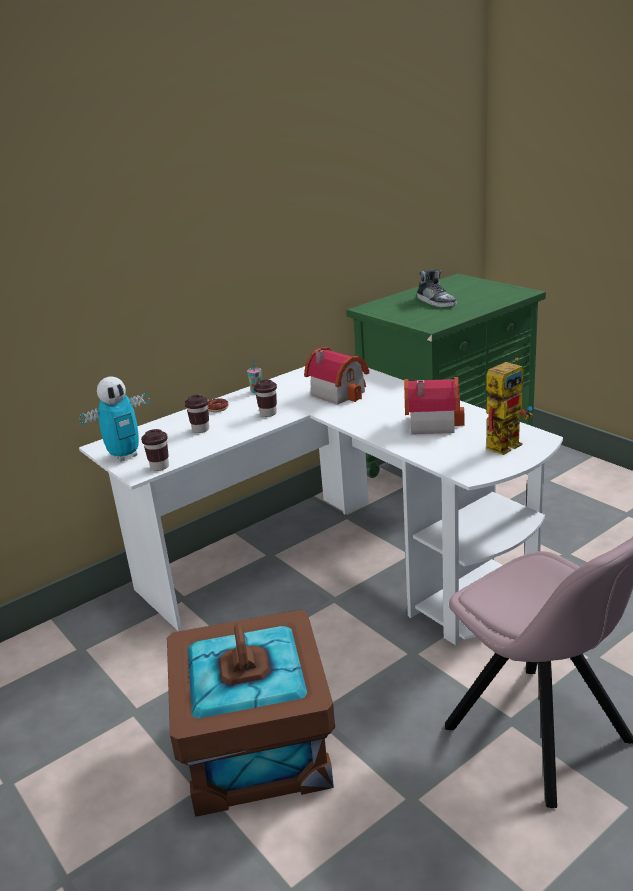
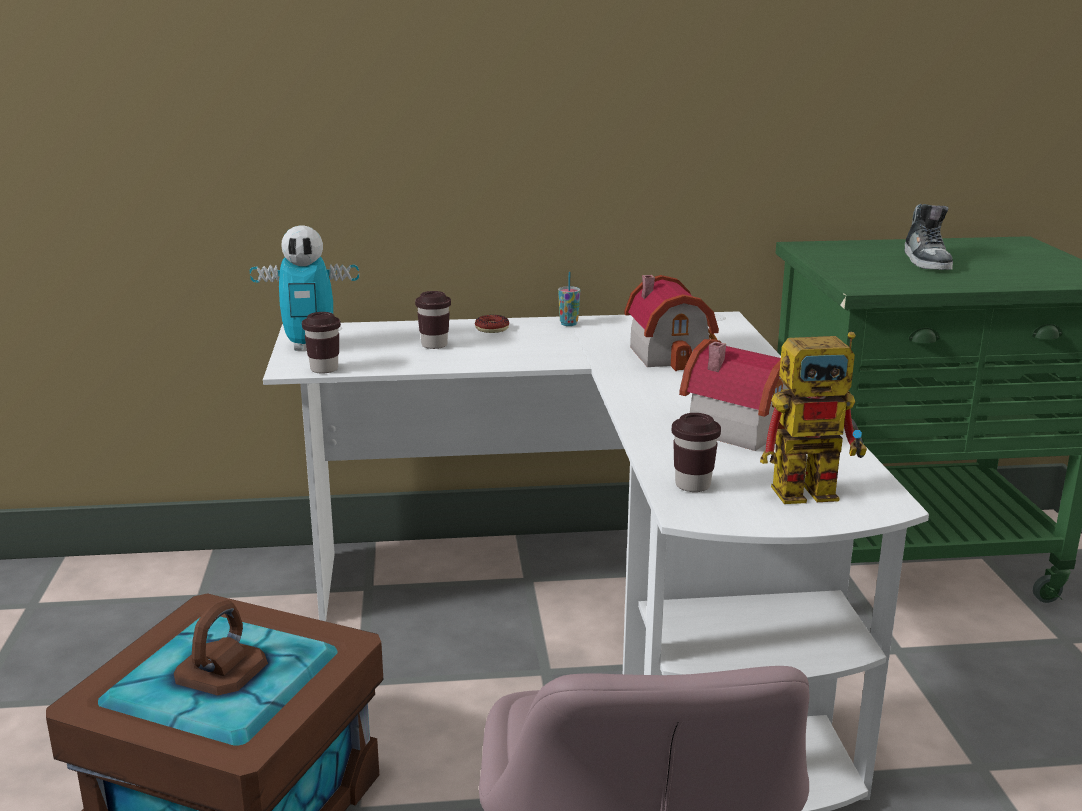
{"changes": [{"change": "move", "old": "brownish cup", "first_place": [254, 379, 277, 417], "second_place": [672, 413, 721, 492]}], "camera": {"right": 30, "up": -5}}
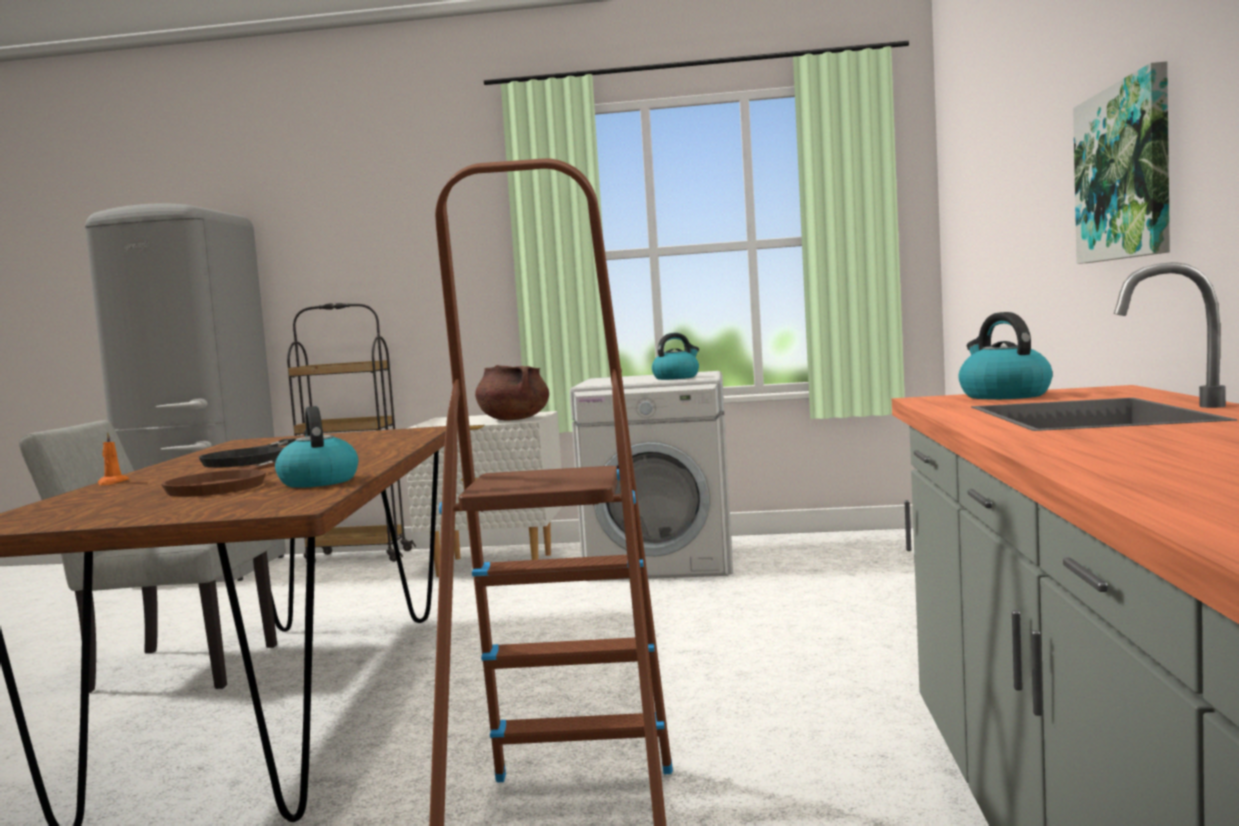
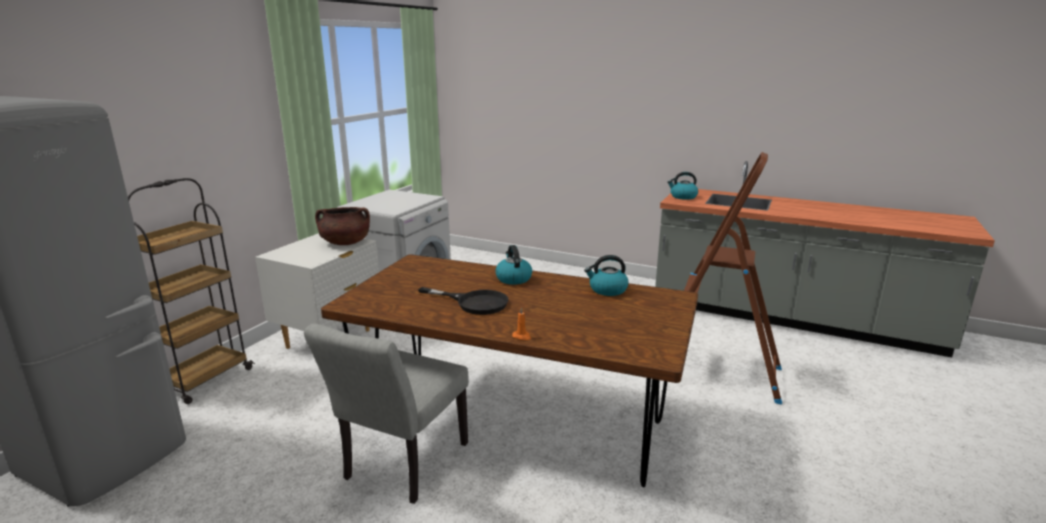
{"changes": [{"change": "delete", "old": "wall picture", "first_place": [1073, 61, 1170, 264]}, {"change": "move", "old": "tea kettle", "first_place": [652, 333, 699, 380], "second_place": [495, 245, 532, 285]}, {"change": "delete", "old": "brownish skillet", "first_place": [161, 459, 276, 497]}], "camera": {"right": -70, "up": 15}}
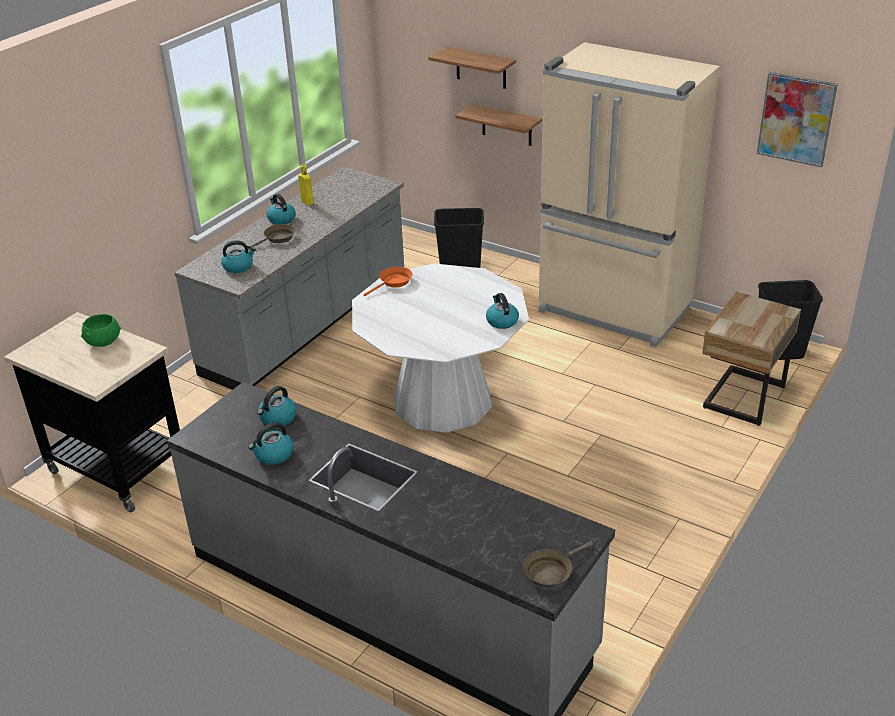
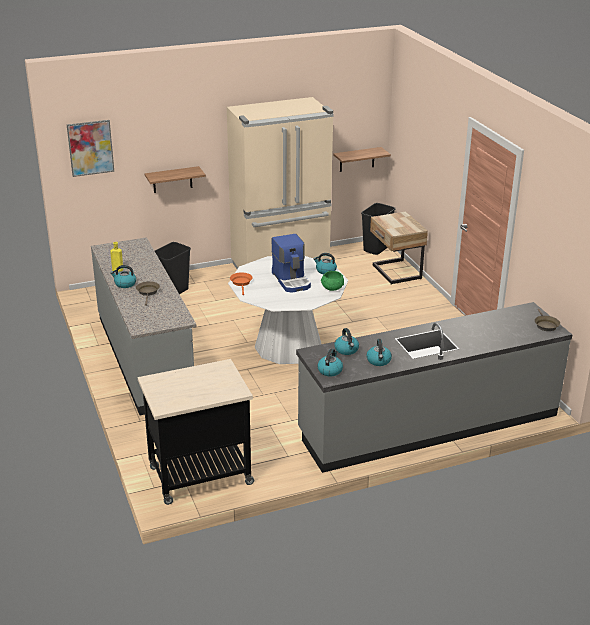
{"changes": [{"change": "move", "old": "wall shelf", "first_place": [428, 47, 516, 89], "second_place": [333, 147, 391, 172]}, {"change": "move", "old": "wall picture", "first_place": [757, 72, 838, 167], "second_place": [67, 120, 114, 177]}, {"change": "move", "old": "tea kettle", "first_place": [221, 240, 256, 273], "second_place": [317, 349, 343, 377]}, {"change": "move", "old": "greenish serving bowl", "first_place": [81, 314, 121, 347], "second_place": [321, 271, 344, 291]}, {"change": "insert", "new": "coffee brewer", "second_place": [271, 234, 311, 293]}], "camera": {"right": -55, "up": -5}}
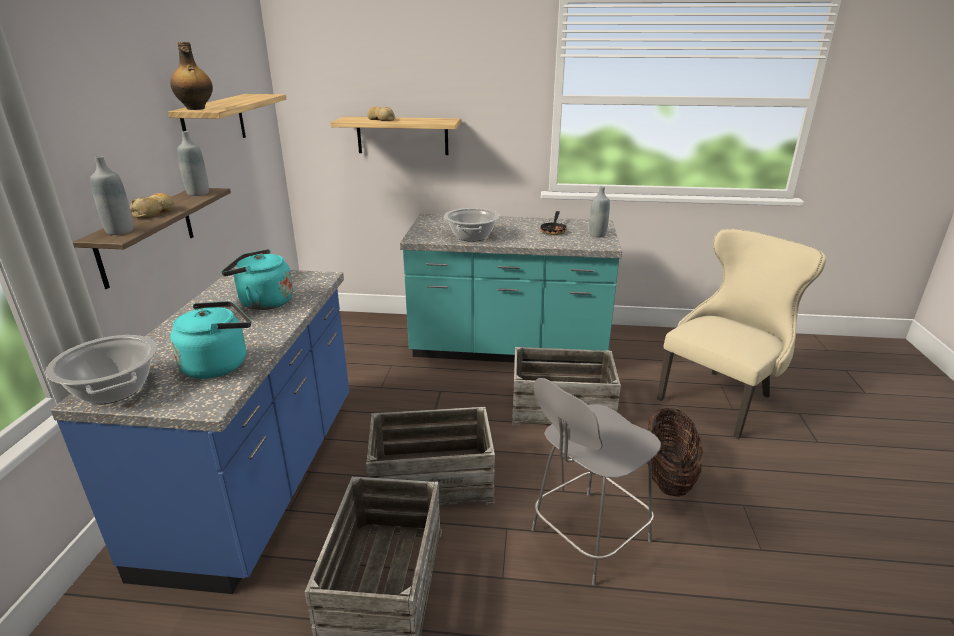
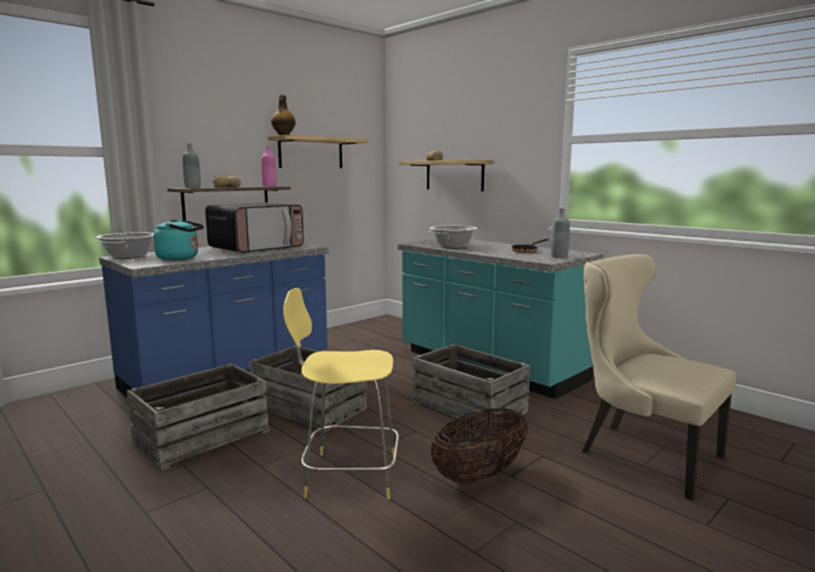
{"changes": [{"change": "recolor", "old": "gray bottle", "new": "pink-coloured bottle", "first_place": [177, 131, 209, 196], "second_place": [261, 146, 277, 187]}, {"change": "rotate", "old": "beige-coloured chair", "first_place": [657, 229, 826, 439], "second_place": [582, 254, 736, 501], "degrees": -135}, {"change": "replace", "old": "turquoise tea kettle", "new": "microwave oven", "first_place": [222, 249, 293, 310], "second_place": [205, 202, 304, 253]}, {"change": "recolor", "old": "gray sitting stool", "new": "yellow sitting stool", "first_place": [532, 378, 661, 586], "second_place": [283, 288, 399, 500]}], "camera": {"right": 40, "up": -15}}
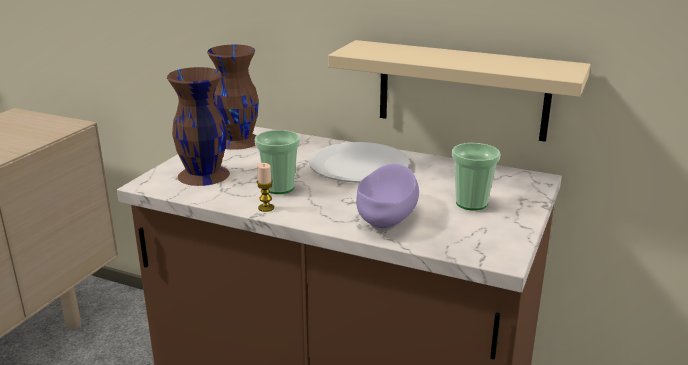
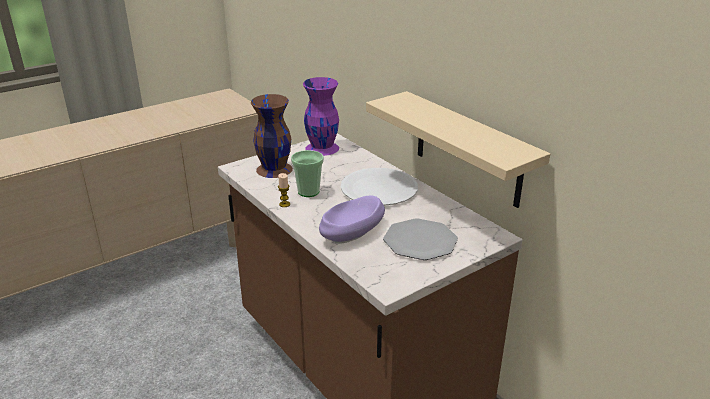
{"changes": [{"change": "recolor", "old": "brownish vase", "new": "purplish vase", "first_place": [207, 45, 259, 150], "second_place": [303, 77, 339, 156]}, {"change": "replace", "old": "cup", "new": "dinner plate", "first_place": [452, 143, 500, 211], "second_place": [383, 218, 458, 260]}], "camera": {"right": 30, "up": 5}}
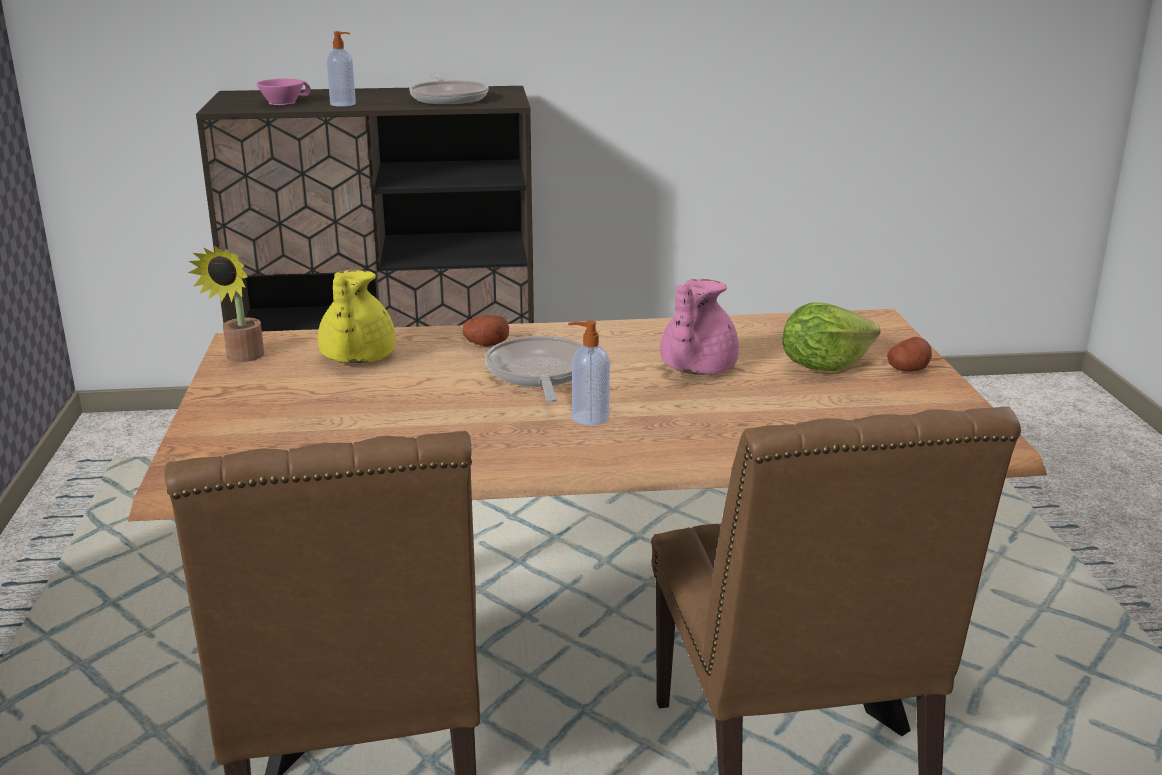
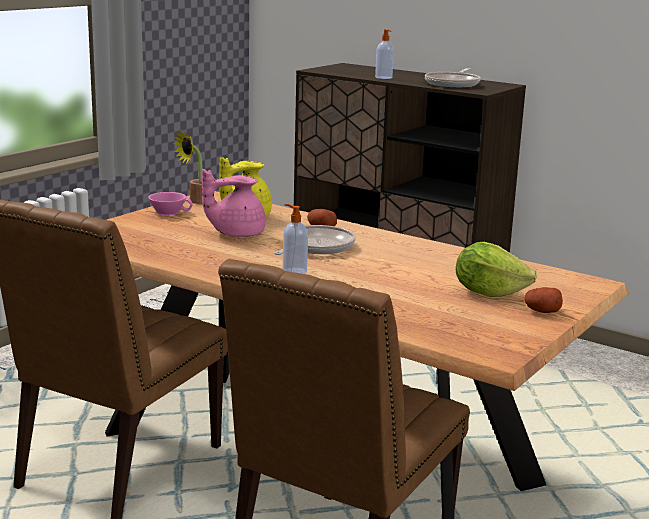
{"changes": [{"change": "move", "old": "pink-coloured cup", "first_place": [257, 79, 311, 105], "second_place": [148, 192, 193, 216]}, {"change": "move", "old": "pink-coloured teapot", "first_place": [660, 279, 739, 375], "second_place": [202, 169, 266, 237]}], "camera": {"right": 40, "up": -5}}
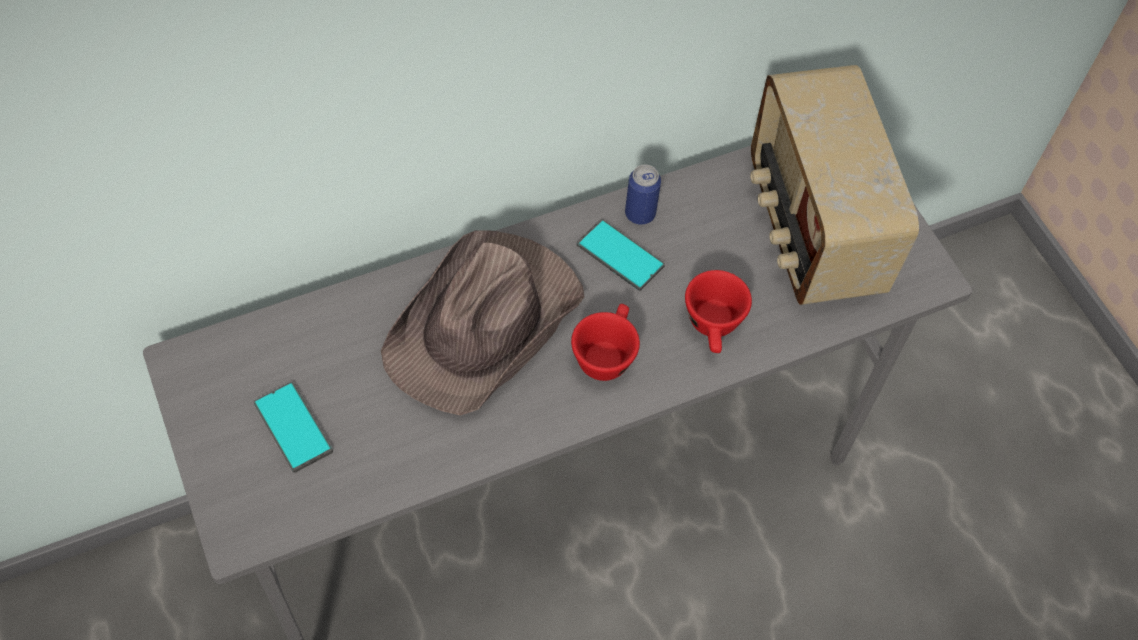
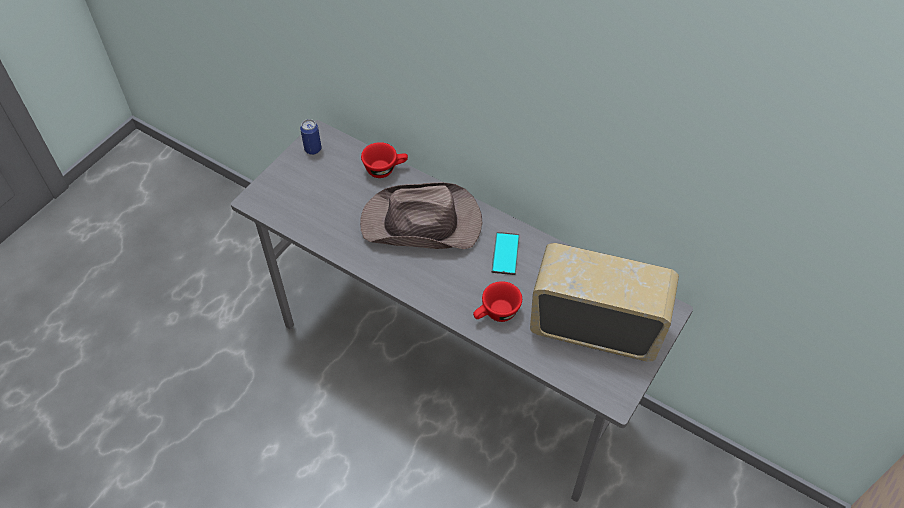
{"changes": [{"change": "rotate", "old": "radio", "first_place": [750, 65, 919, 305], "second_place": [530, 243, 679, 362], "degrees": 60}, {"change": "move", "old": "sealed can", "first_place": [625, 165, 661, 225], "second_place": [300, 119, 321, 155]}, {"change": "move", "old": "reddish cup", "first_place": [571, 304, 640, 381], "second_place": [361, 142, 408, 178]}, {"change": "delete", "old": "telephone", "first_place": [254, 382, 333, 473]}], "camera": {"right": 60, "up": -5}}
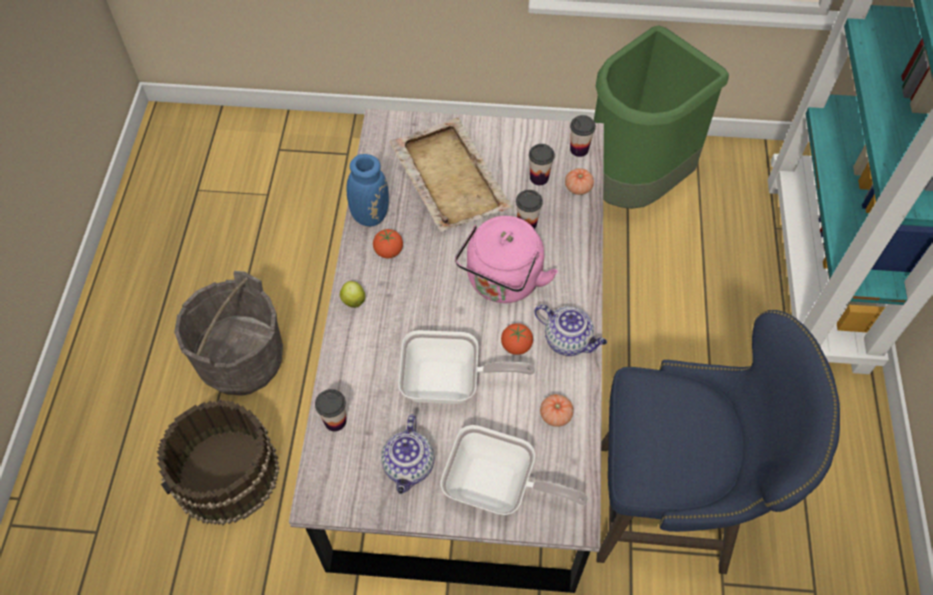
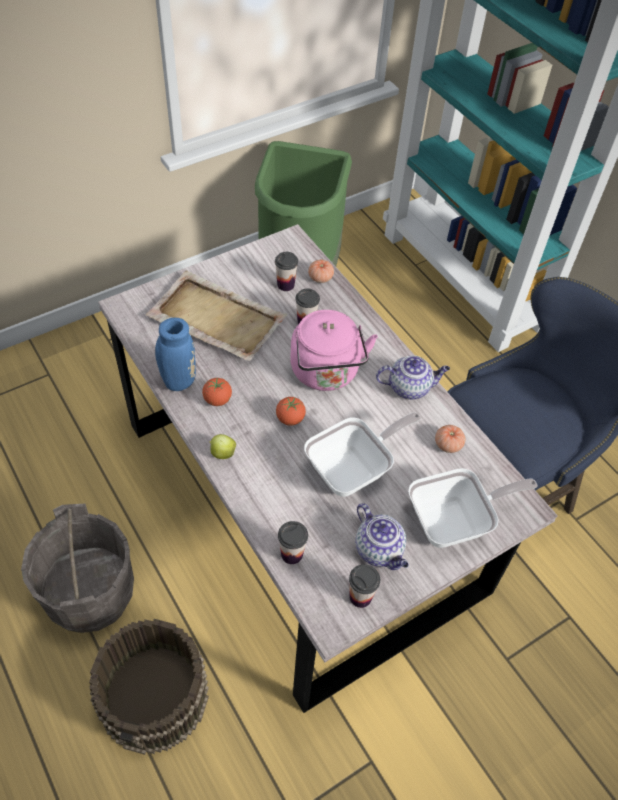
{"changes": [{"change": "move", "old": "cup", "first_place": [570, 115, 596, 157], "second_place": [349, 564, 380, 608]}, {"change": "move", "old": "whole tomato", "first_place": [501, 323, 533, 355], "second_place": [276, 397, 306, 426]}], "camera": {"right": -40, "up": -5}}
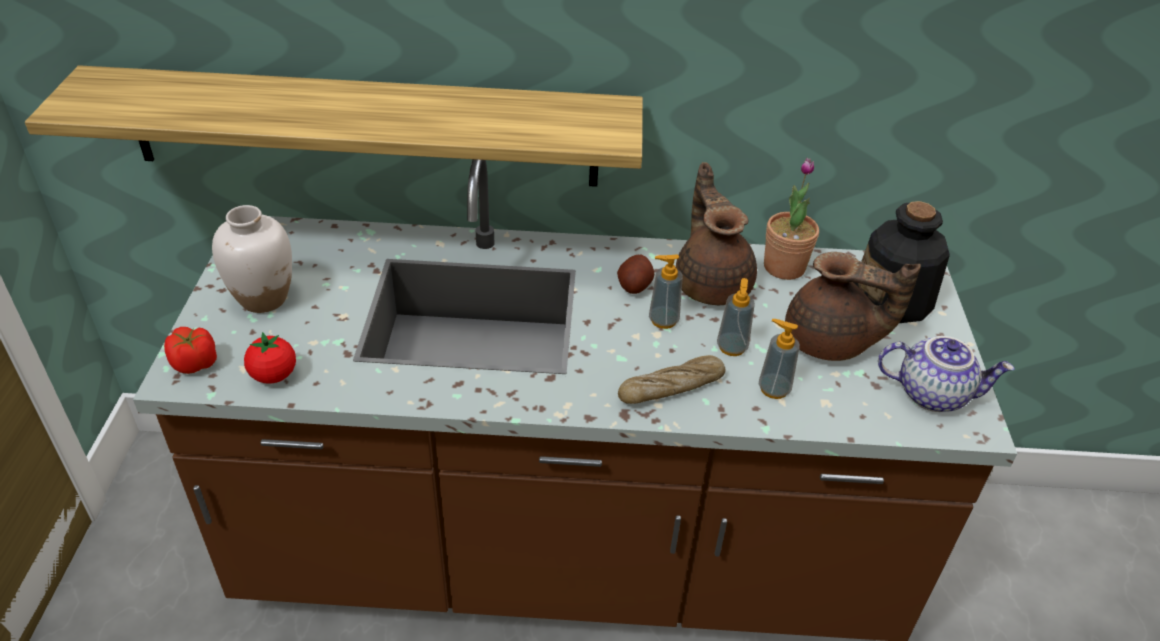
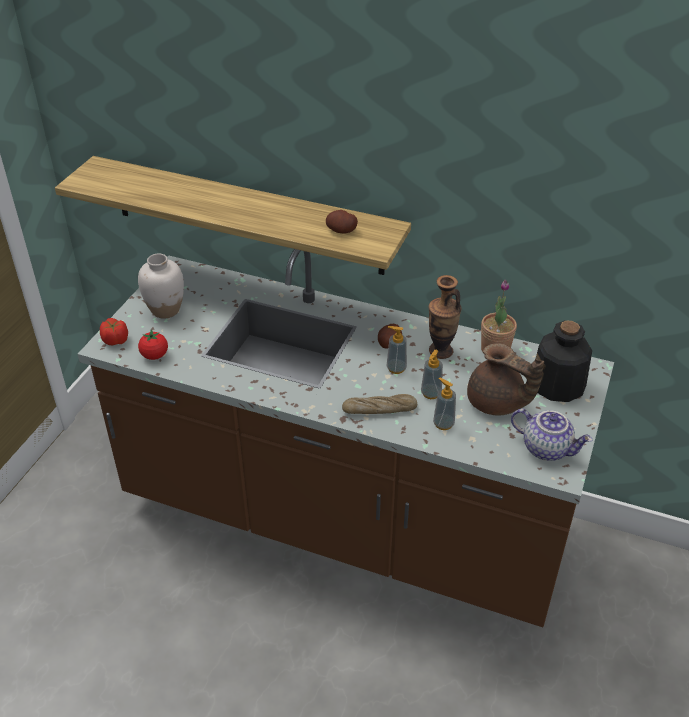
{"changes": [{"change": "replace", "old": "brownish teapot", "new": "vase", "first_place": [676, 162, 757, 305], "second_place": [429, 275, 461, 359]}, {"change": "insert", "new": "potato", "second_place": [326, 210, 358, 233]}], "camera": {"right": 20, "up": 0}}
